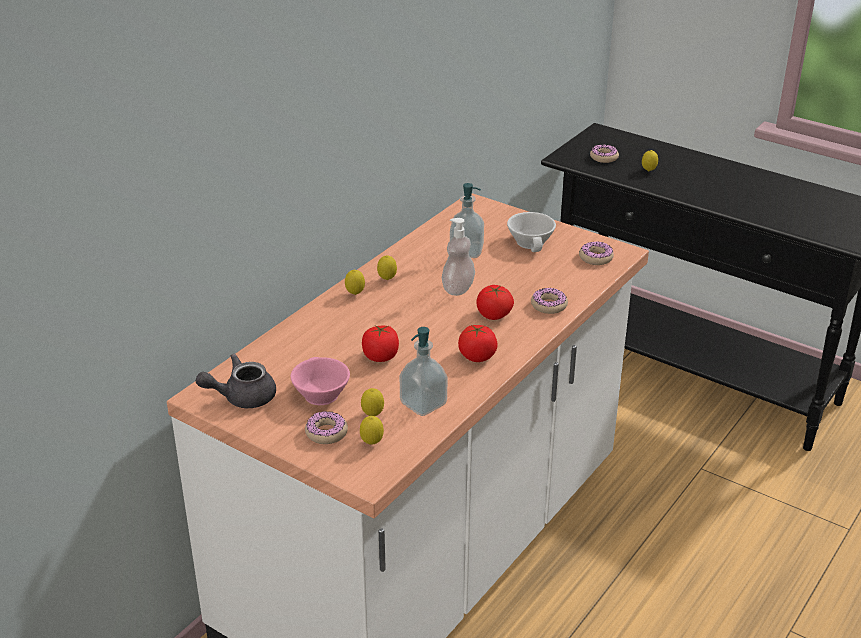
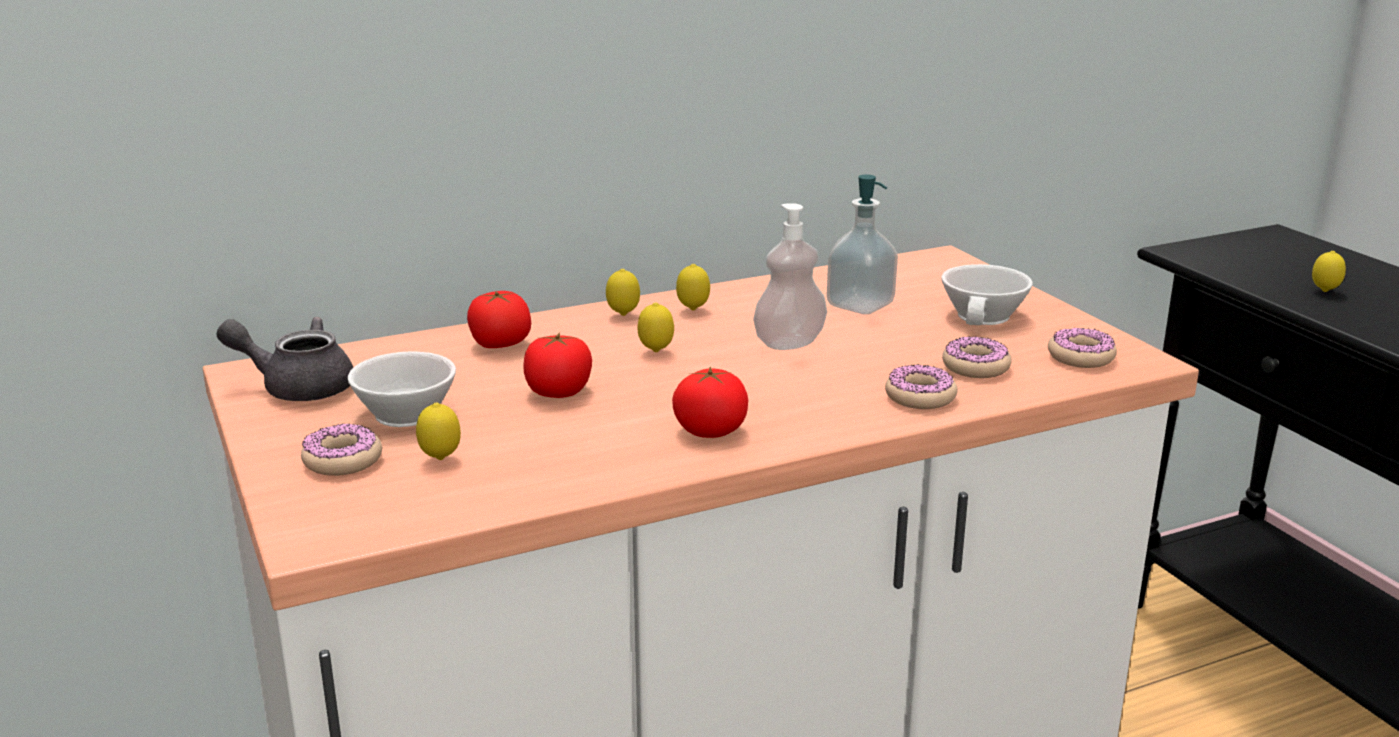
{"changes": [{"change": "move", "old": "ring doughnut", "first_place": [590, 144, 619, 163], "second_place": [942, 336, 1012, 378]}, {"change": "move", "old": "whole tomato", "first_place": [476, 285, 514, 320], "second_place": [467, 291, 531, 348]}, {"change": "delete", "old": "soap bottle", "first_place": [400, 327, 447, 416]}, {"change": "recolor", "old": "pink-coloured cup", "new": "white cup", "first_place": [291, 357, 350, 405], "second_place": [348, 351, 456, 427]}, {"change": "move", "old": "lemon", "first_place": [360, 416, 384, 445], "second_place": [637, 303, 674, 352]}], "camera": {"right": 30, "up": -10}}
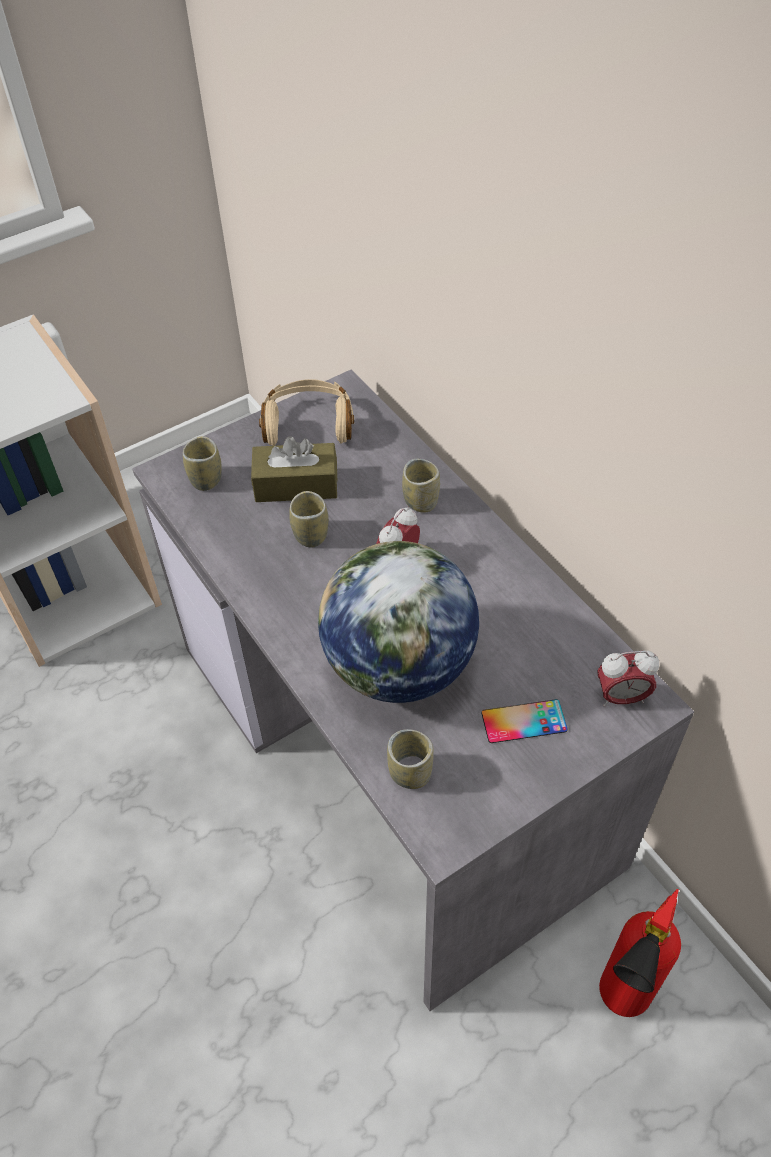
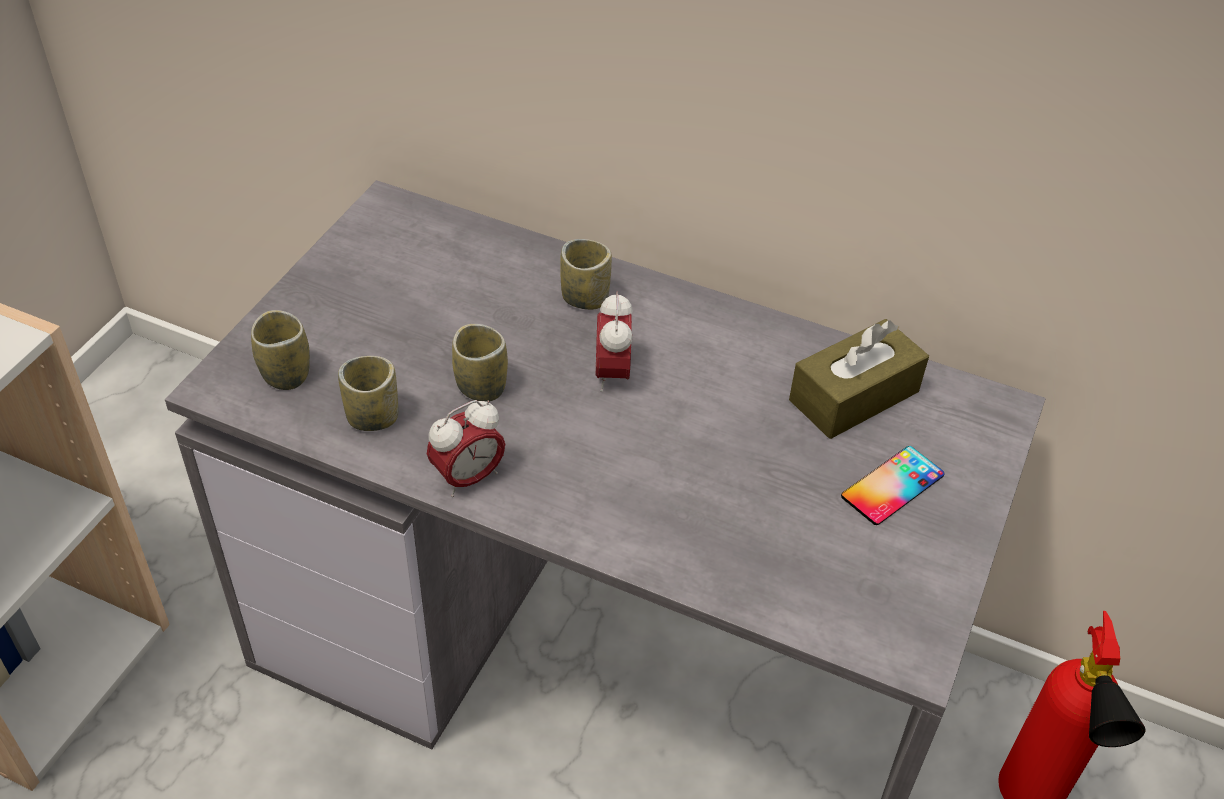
{"changes": [{"change": "delete", "old": "beige-coloured pair of headphones", "first_place": [259, 379, 354, 446]}, {"change": "move", "old": "brownish tissue holder", "first_place": [251, 436, 337, 502], "second_place": [789, 319, 929, 439]}, {"change": "delete", "old": "desk globe", "first_place": [318, 541, 479, 703]}, {"change": "move", "old": "table clock", "first_place": [597, 651, 659, 707], "second_place": [427, 400, 505, 497]}, {"change": "move", "old": "cup", "first_place": [387, 729, 434, 789], "second_place": [338, 356, 398, 431]}], "camera": {"right": -35, "up": -5}}
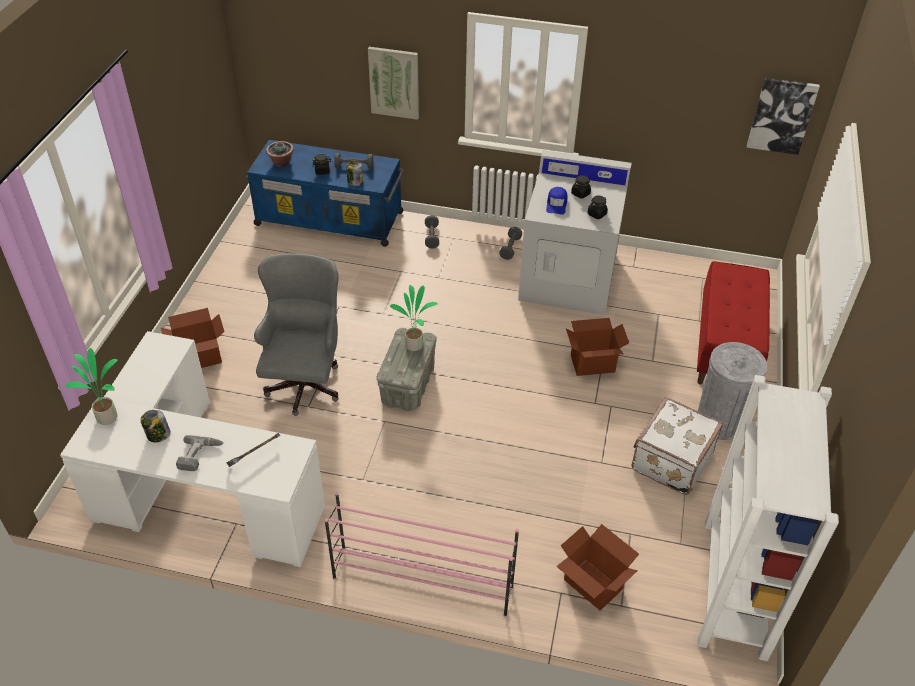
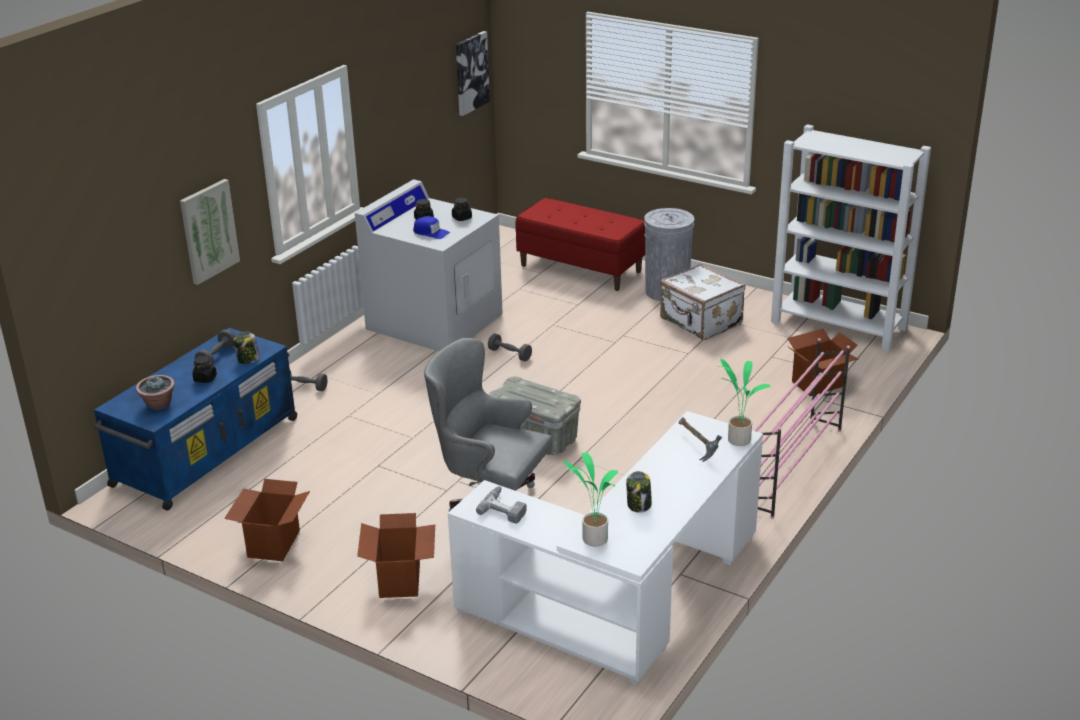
{"changes": [{"change": "move", "old": "gray hand weight", "first_place": [499, 227, 522, 260], "second_place": [488, 333, 532, 361]}, {"change": "move", "old": "potted plant", "first_place": [390, 285, 437, 351], "second_place": [718, 359, 771, 446]}, {"change": "move", "old": "packing box", "first_place": [566, 318, 629, 376], "second_place": [224, 479, 310, 561]}, {"change": "move", "old": "electric drill", "first_place": [176, 435, 224, 471], "second_place": [476, 486, 527, 524]}], "camera": {"right": -70, "up": -15}}
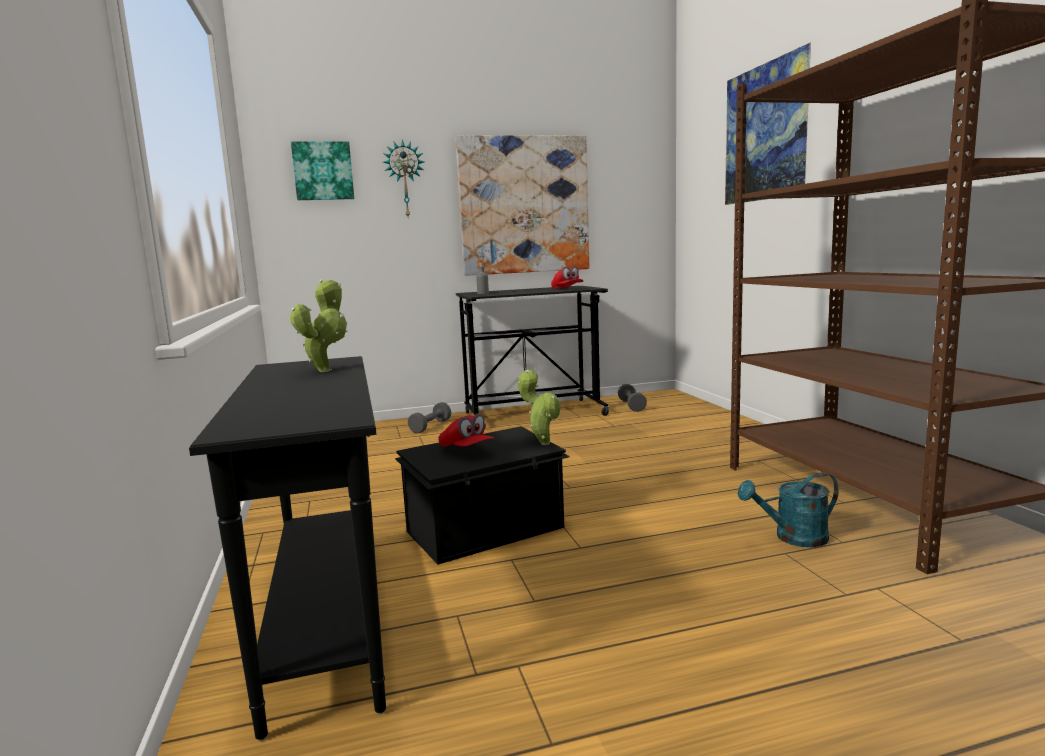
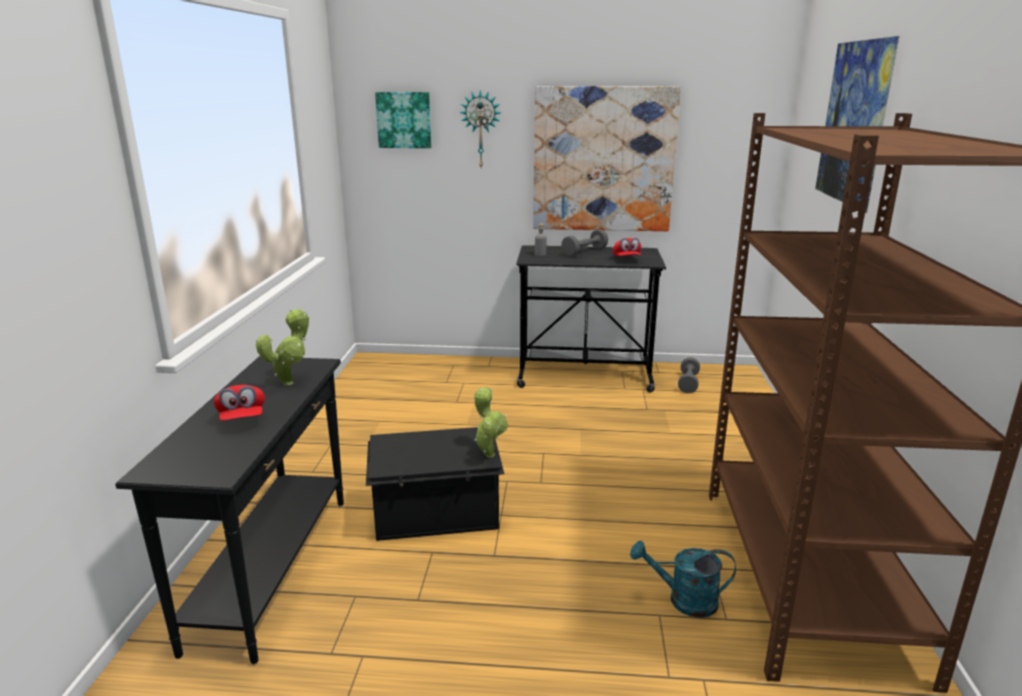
{"changes": [{"change": "move", "old": "gray hand weight", "first_place": [408, 402, 451, 433], "second_place": [561, 229, 608, 256]}, {"change": "move", "old": "reddish peaked cap", "first_place": [439, 414, 494, 447], "second_place": [214, 385, 265, 421]}], "camera": {"right": 20, "up": 10}}
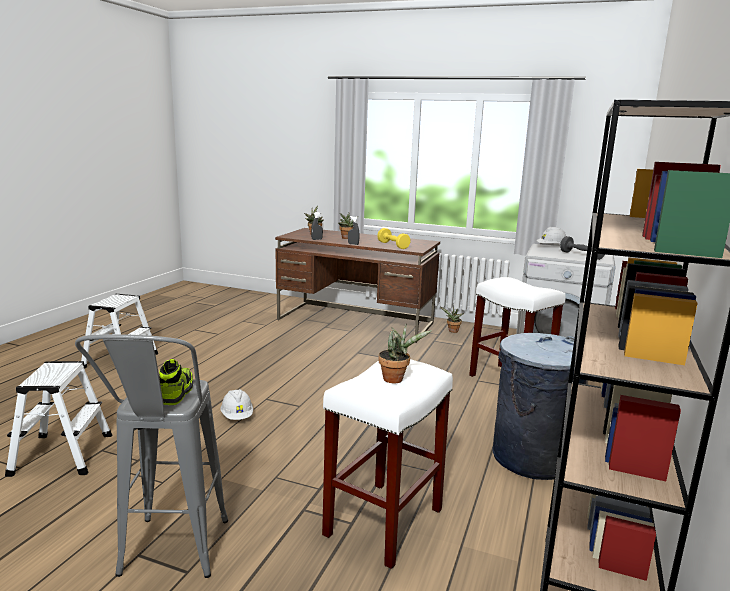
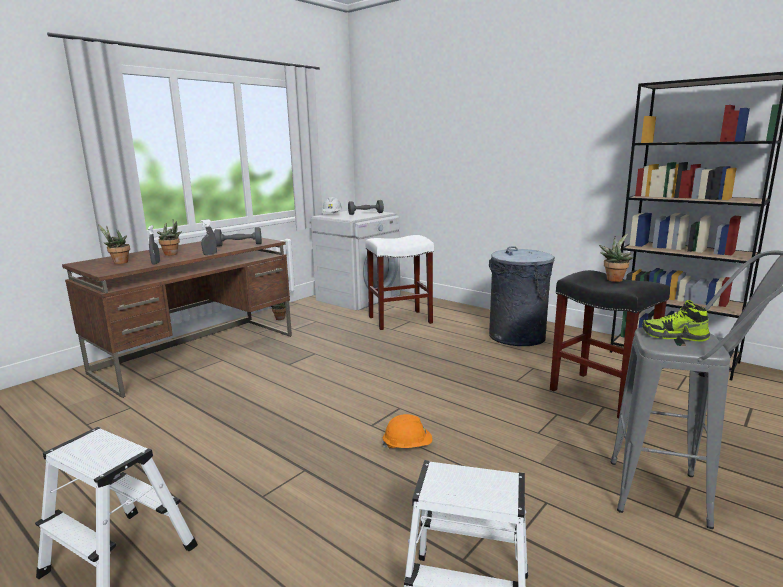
{"changes": [{"change": "recolor", "old": "yellow hand weight", "new": "gray hand weight", "first_place": [377, 228, 411, 249], "second_place": [214, 227, 262, 247]}, {"change": "recolor", "old": "white sitting stool", "new": "black-coloured sitting stool", "first_place": [322, 359, 453, 569], "second_place": [550, 270, 670, 418]}, {"change": "recolor", "old": "white work helmet", "new": "orange work helmet", "first_place": [220, 389, 253, 420], "second_place": [382, 414, 432, 449]}], "camera": {"right": -70, "up": 0}}
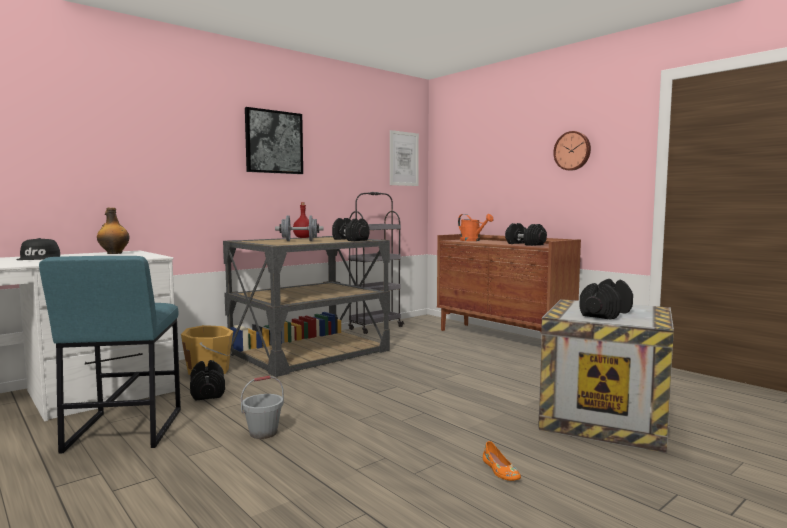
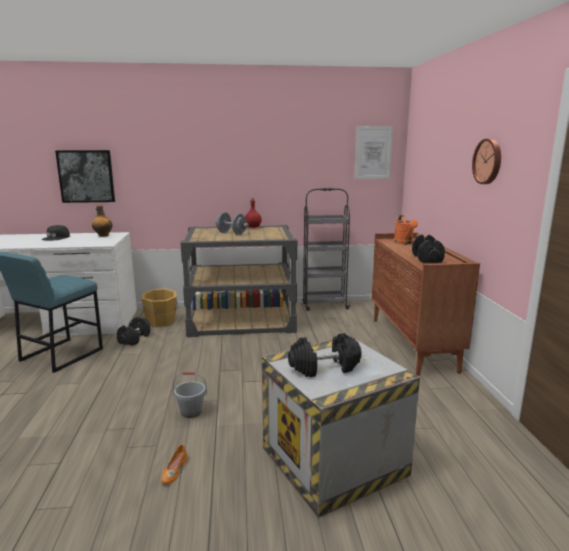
{"changes": [{"change": "move", "old": "wall picture", "first_place": [245, 107, 303, 174], "second_place": [55, 150, 115, 203]}, {"change": "delete", "old": "black-coloured hand weight", "first_place": [332, 218, 370, 241]}, {"change": "move", "old": "gray water bucket", "first_place": [241, 376, 284, 439], "second_place": [173, 372, 207, 418]}], "camera": {"right": 35, "up": 10}}
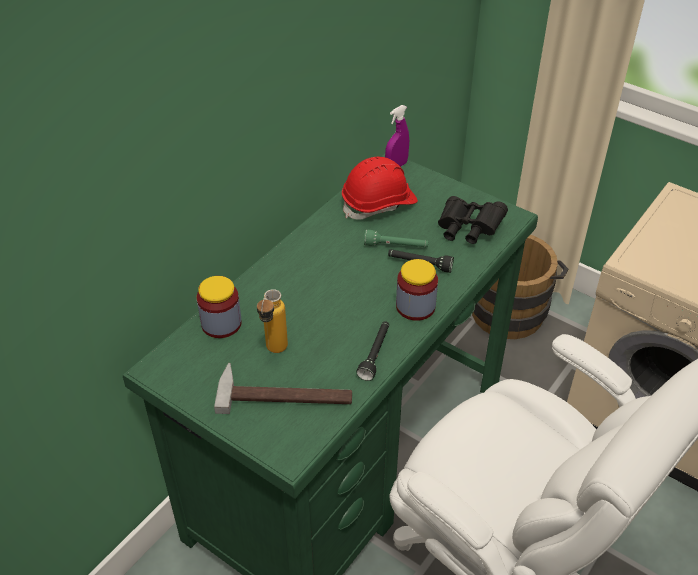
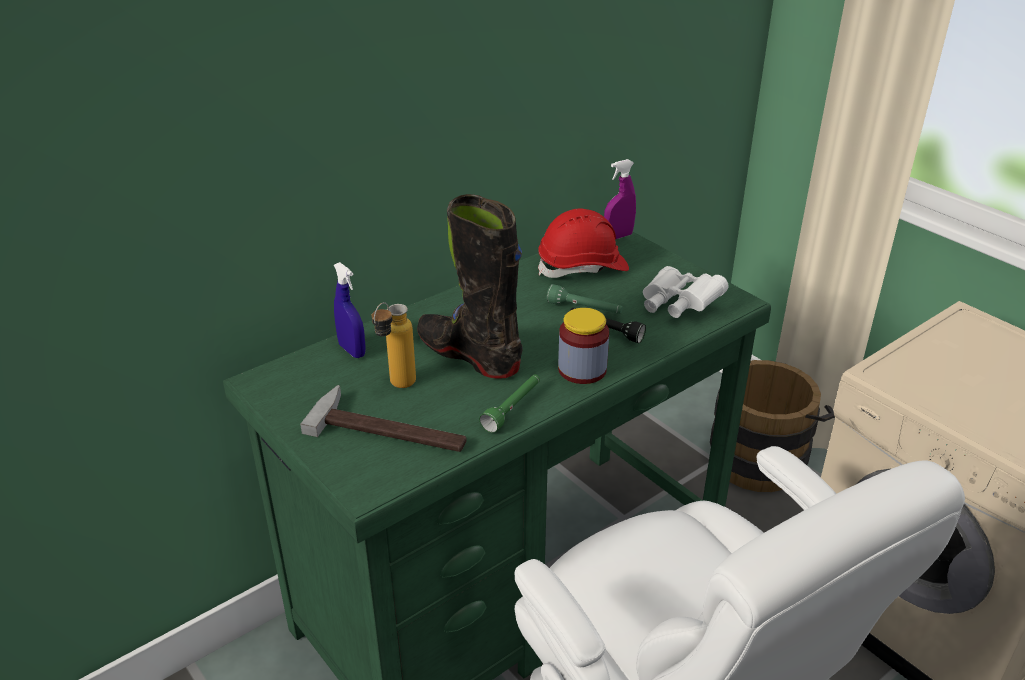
{"changes": [{"change": "recolor", "old": "black-coloured field glasses", "new": "white field glasses", "first_place": [438, 196, 508, 244], "second_place": [643, 266, 728, 318]}, {"change": "replace", "old": "jar", "new": "blue spray bottle", "first_place": [197, 276, 242, 338], "second_place": [334, 262, 366, 358]}, {"change": "recolor", "old": "black-coloured hand torch", "new": "greenish hand torch", "first_place": [356, 321, 389, 381], "second_place": [479, 375, 540, 433]}, {"change": "insert", "new": "black-coloured high-top boot", "second_place": [417, 194, 523, 379]}], "camera": {"right": 15, "up": -10}}
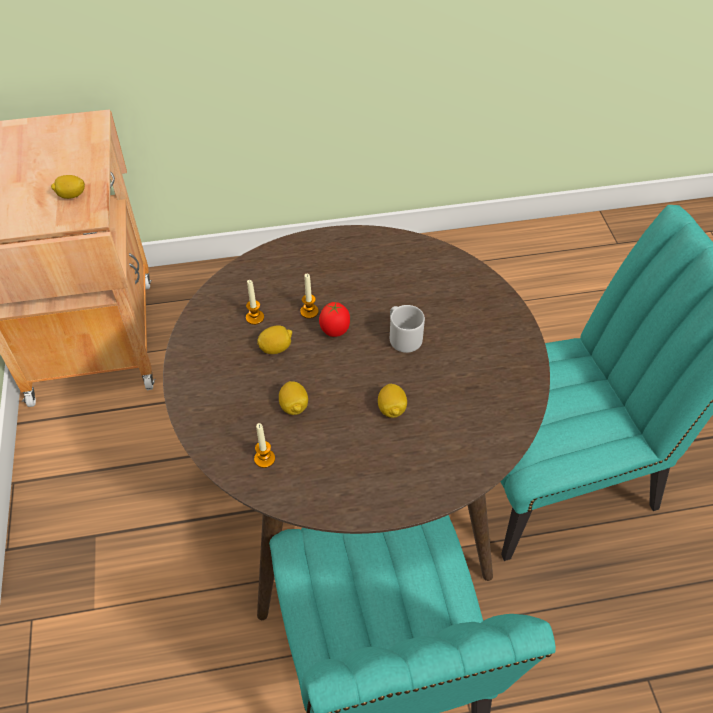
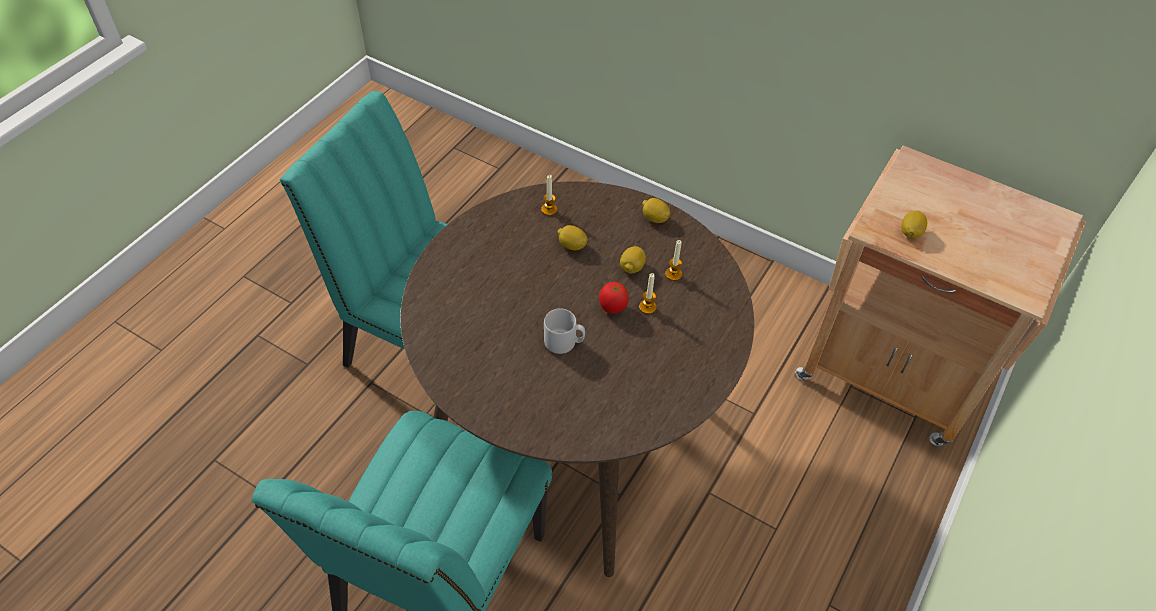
{"changes": [{"change": "move", "old": "lemon", "first_place": [378, 384, 407, 418], "second_place": [642, 198, 670, 223]}], "camera": {"right": 130, "up": 0}}
